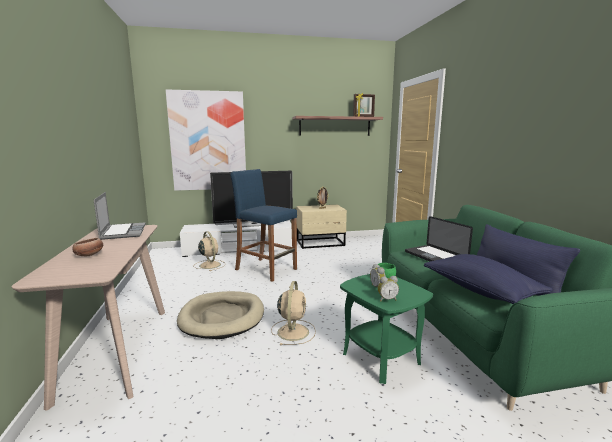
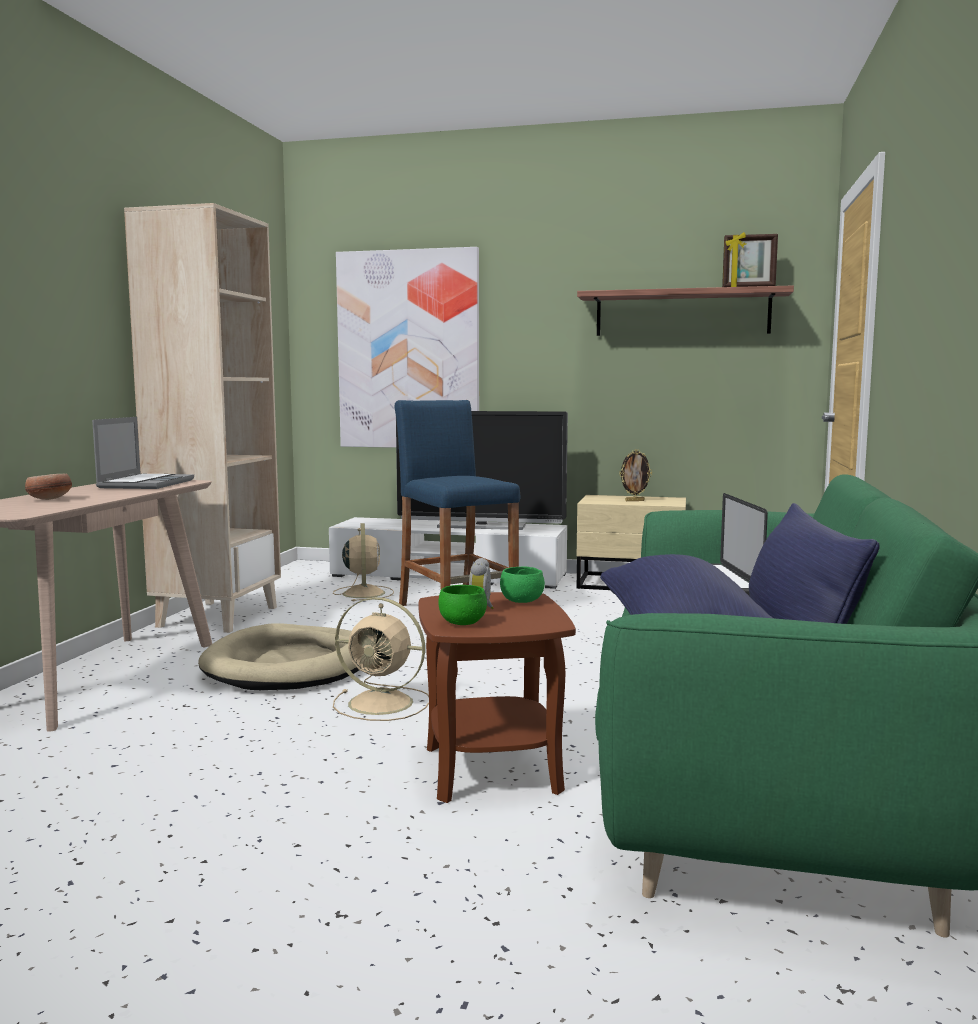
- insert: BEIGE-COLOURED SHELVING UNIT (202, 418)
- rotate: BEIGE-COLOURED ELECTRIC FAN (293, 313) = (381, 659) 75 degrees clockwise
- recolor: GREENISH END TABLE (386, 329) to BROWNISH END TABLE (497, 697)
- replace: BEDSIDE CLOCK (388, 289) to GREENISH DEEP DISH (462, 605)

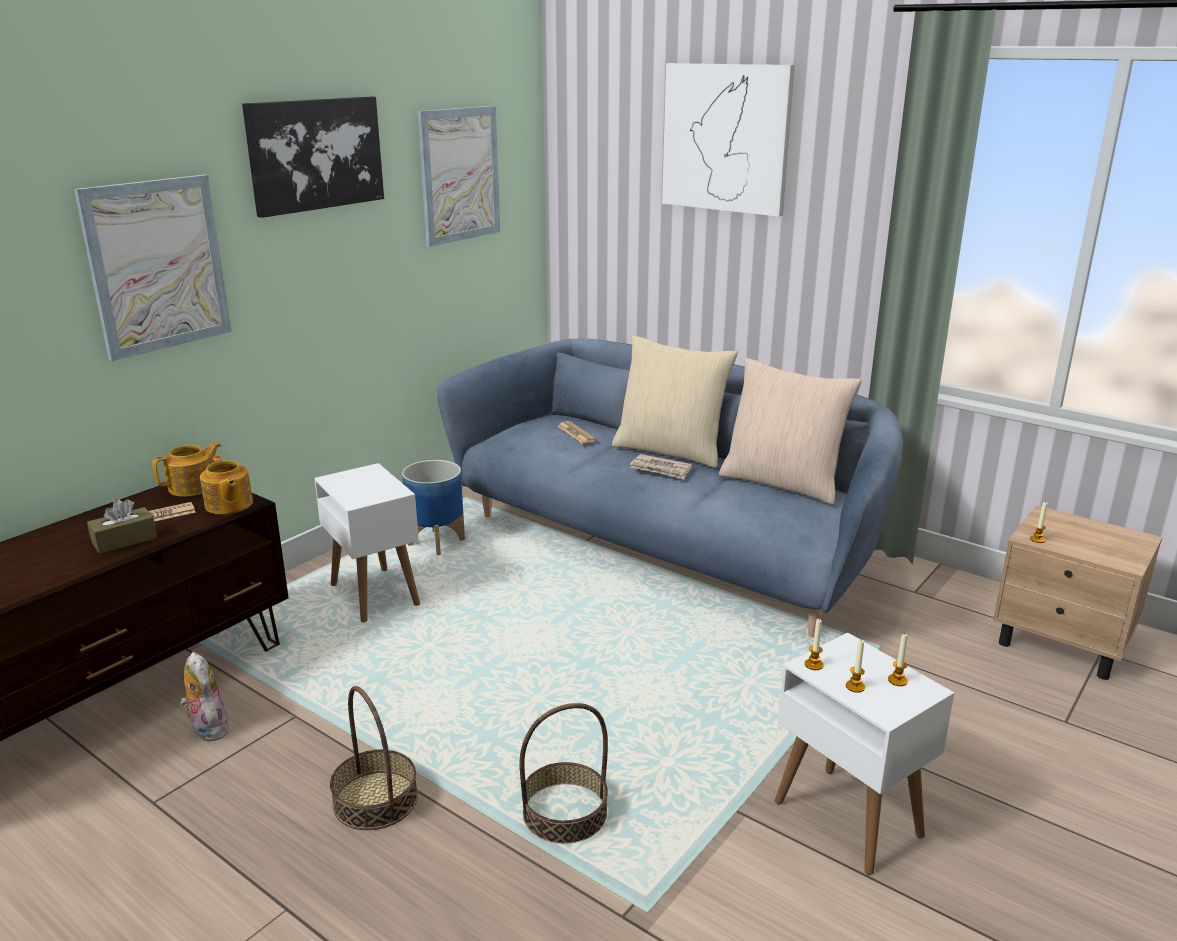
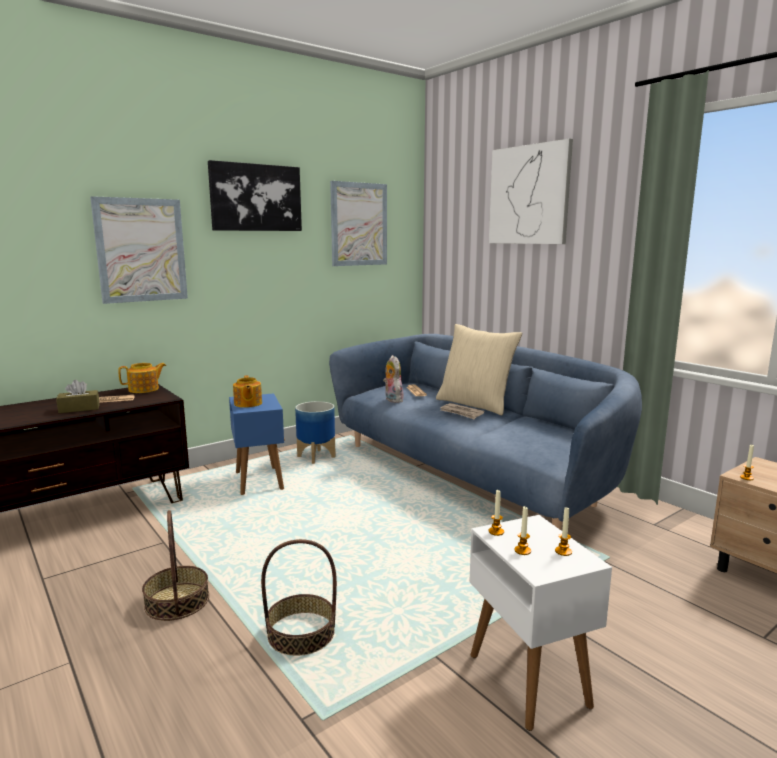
- recolor: WHITE END TABLE (367, 543) to BLUISH END TABLE (257, 444)
- move: TEAPOT (226, 485) to (247, 391)
- move: PLUSH TOY (204, 696) to (393, 379)
- delete: BEIGE-COLOURED THROW PILLOW (790, 431)

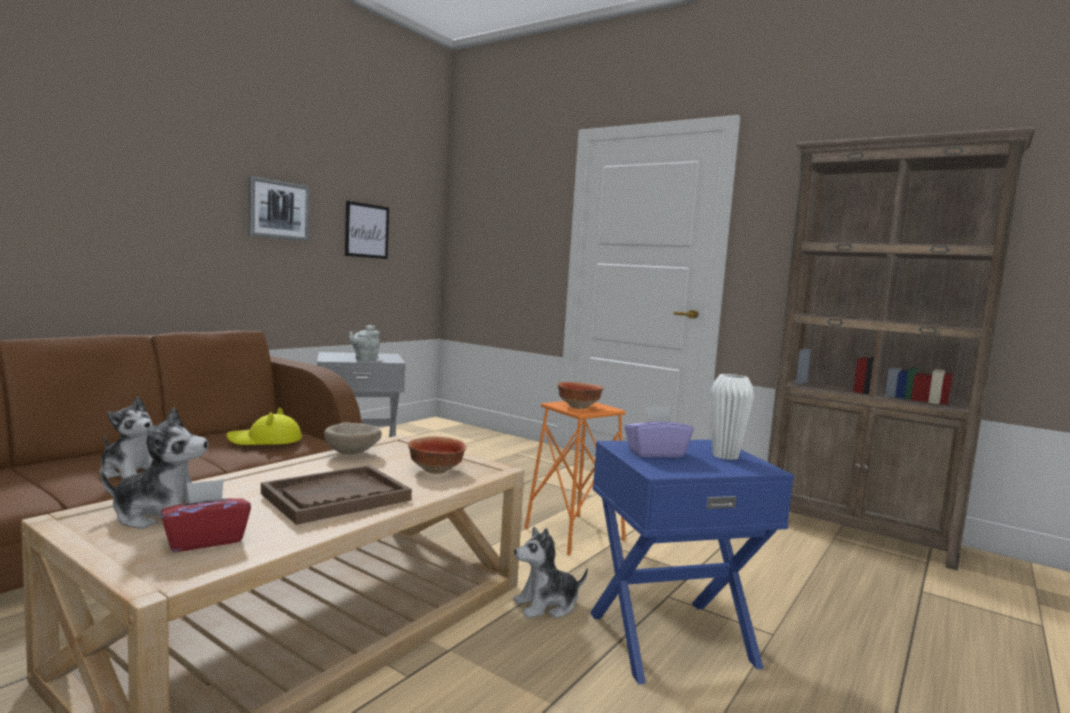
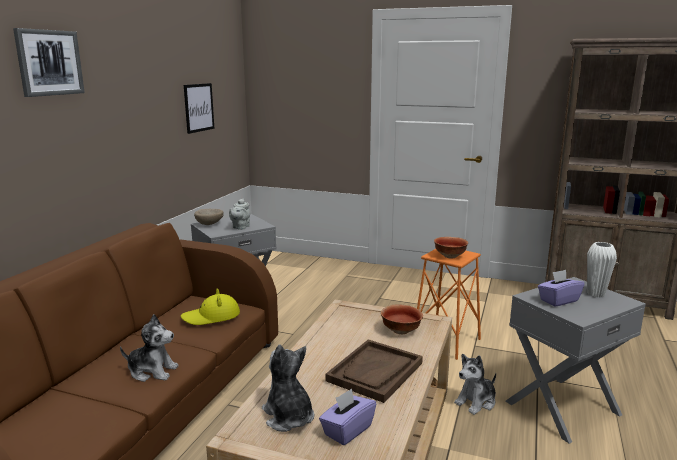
- move: WALL ART (279, 208) to (49, 62)
- move: BEIGE-COLOURED DEEP DISH (353, 438) to (209, 217)
- rotate: PLUSH TOY (155, 468) = (288, 388) 105 degrees counterclockwise
- recolor: REDDISH BOX OF TISSUES (206, 515) to PURPLE-COLOURED BOX OF TISSUES (347, 416)
- recolor: BLUISH END TABLE (692, 562) to GREYISH END TABLE (576, 360)

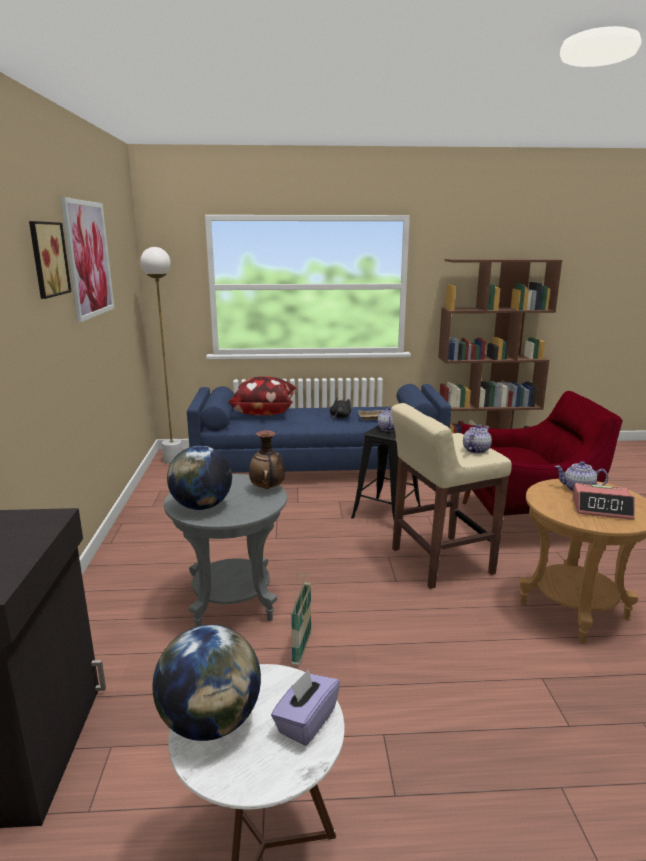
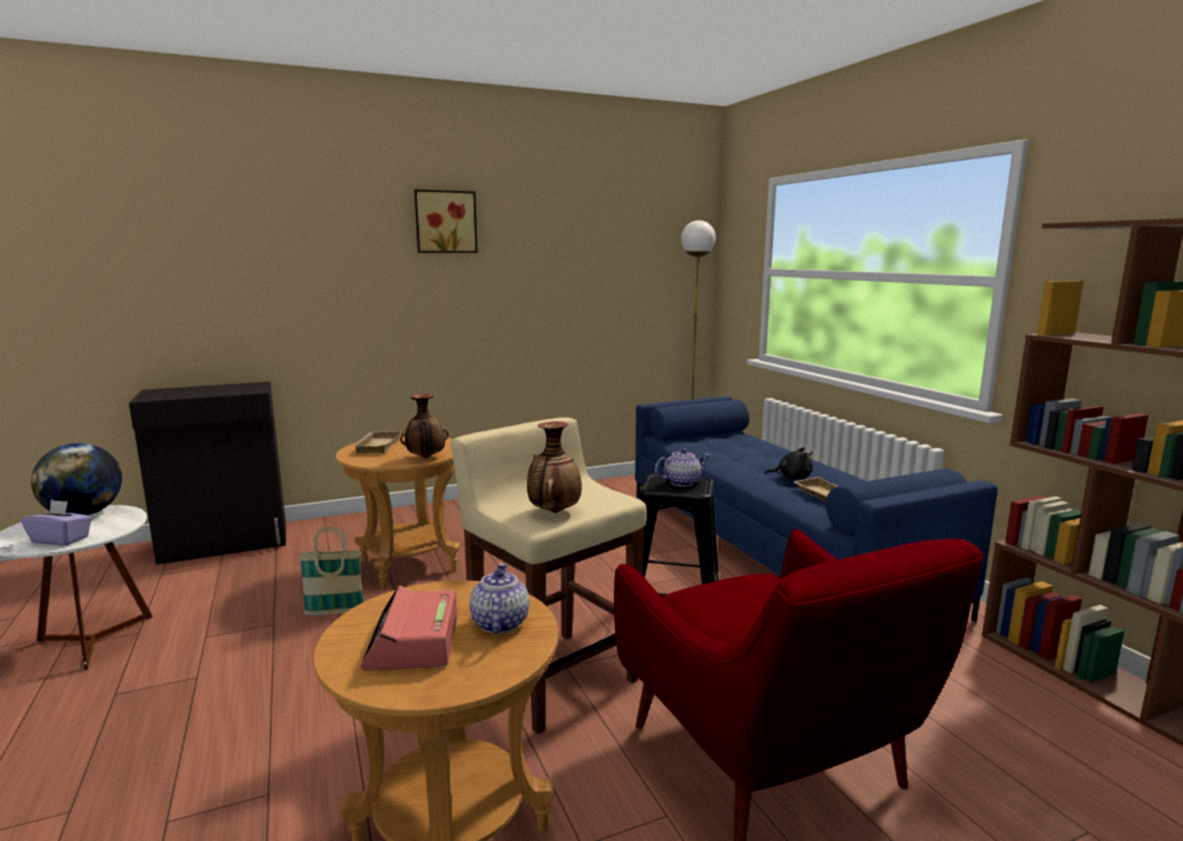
- recolor: GREYISH END TABLE (225, 550) to BROWNISH END TABLE (398, 512)
- replace: WORLD GLOBE (199, 478) to BEIGE-COLOURED CARRYING TRAY (377, 442)
- replace: TEAPOT (477, 439) to VASE (554, 467)
- delete: WALL ART (87, 259)
- delete: THROW PILLOW (262, 395)

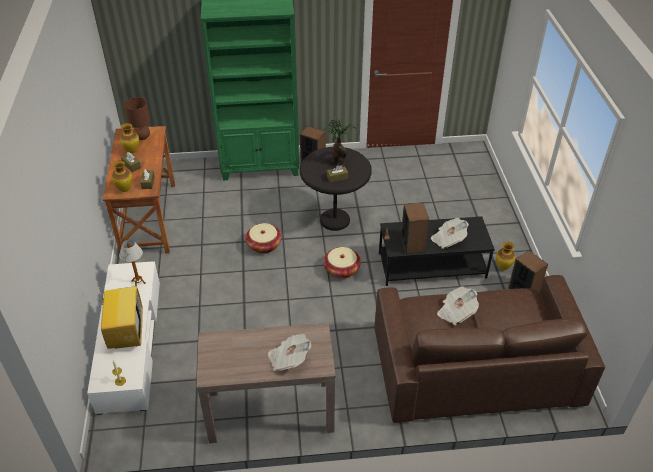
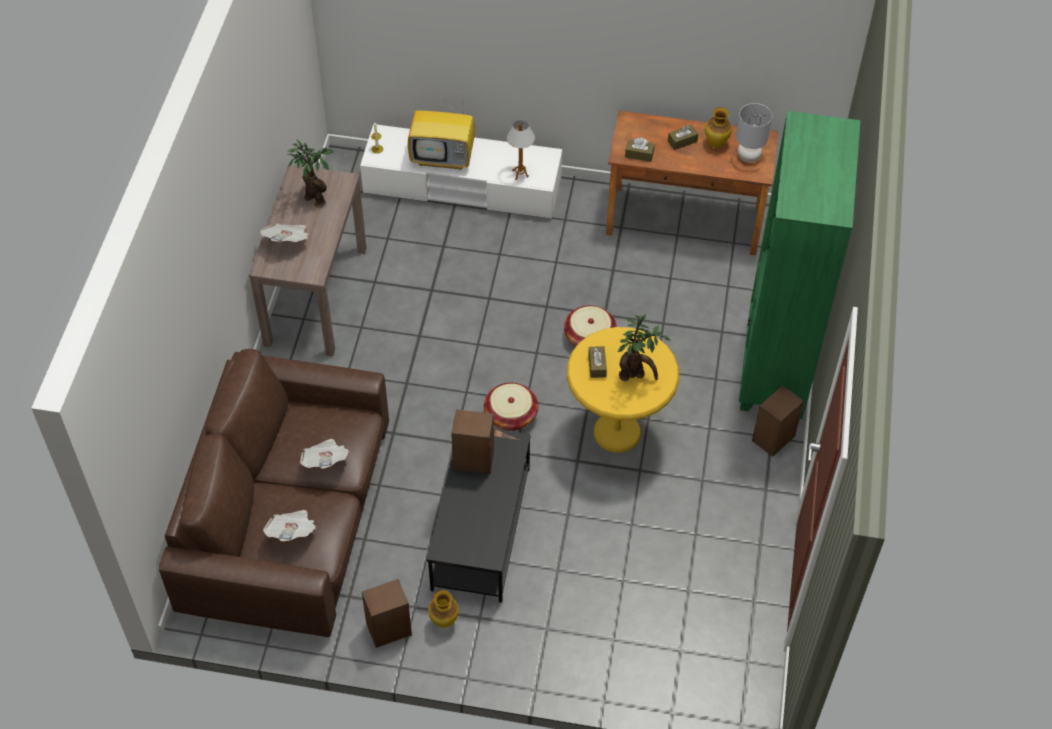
- move: PRINTED PAPER (450, 233) to (289, 525)
- insert: POTTED PLANT (310, 174)
- recolor: BLACKISH END TABLE (336, 189) to YELLOW-COLOURED END TABLE (623, 390)
- recolor: BROWNISH TABLE LAMP (137, 118) to GREYISH TABLE LAMP (754, 133)
- delete: VASE (122, 176)

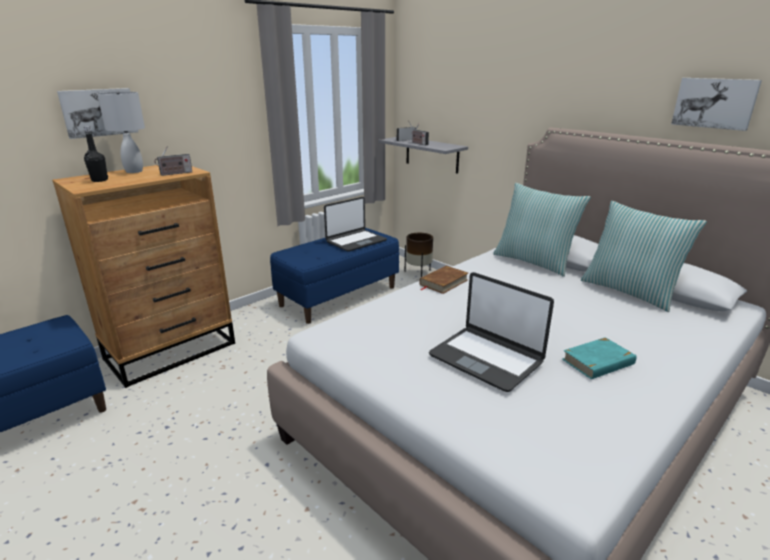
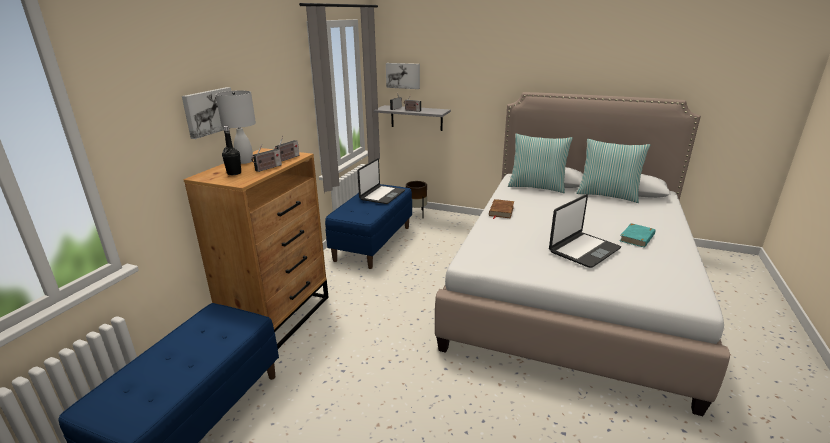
- insert: RADIO SET (266, 158)
- move: WALL ART (716, 104) to (403, 76)
- rotate: PORTABLE COMPUTER (491, 332) = (585, 231) 60 degrees counterclockwise

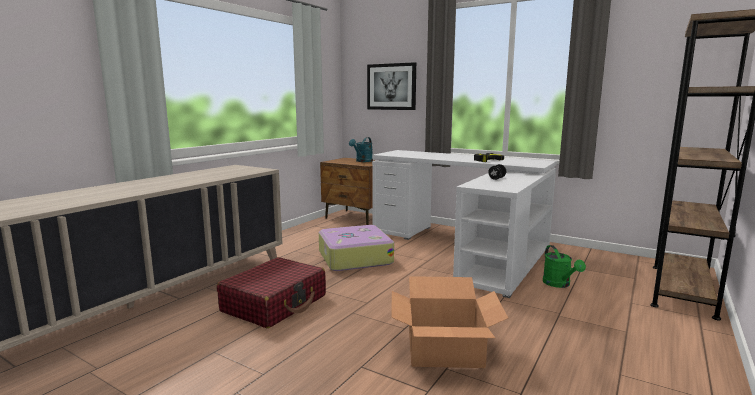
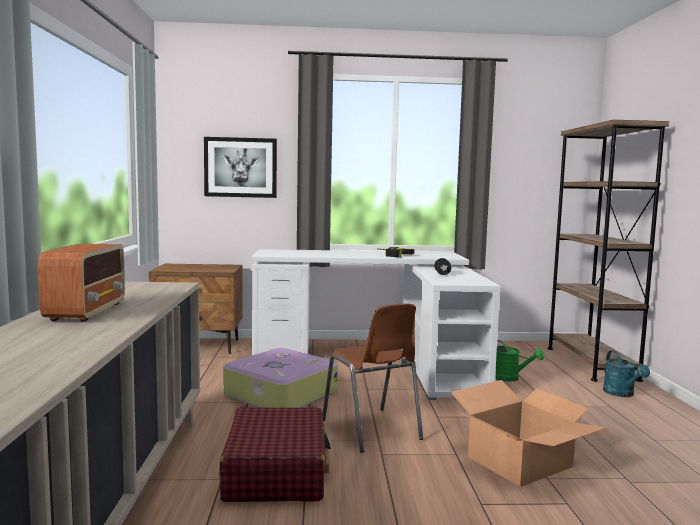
- insert: RADIO SET (81, 283)
- insert: BROWNISH UPRIGHT CHAIR (372, 378)
- move: BLUE-GREEN WATERING CAN (361, 149) to (626, 373)

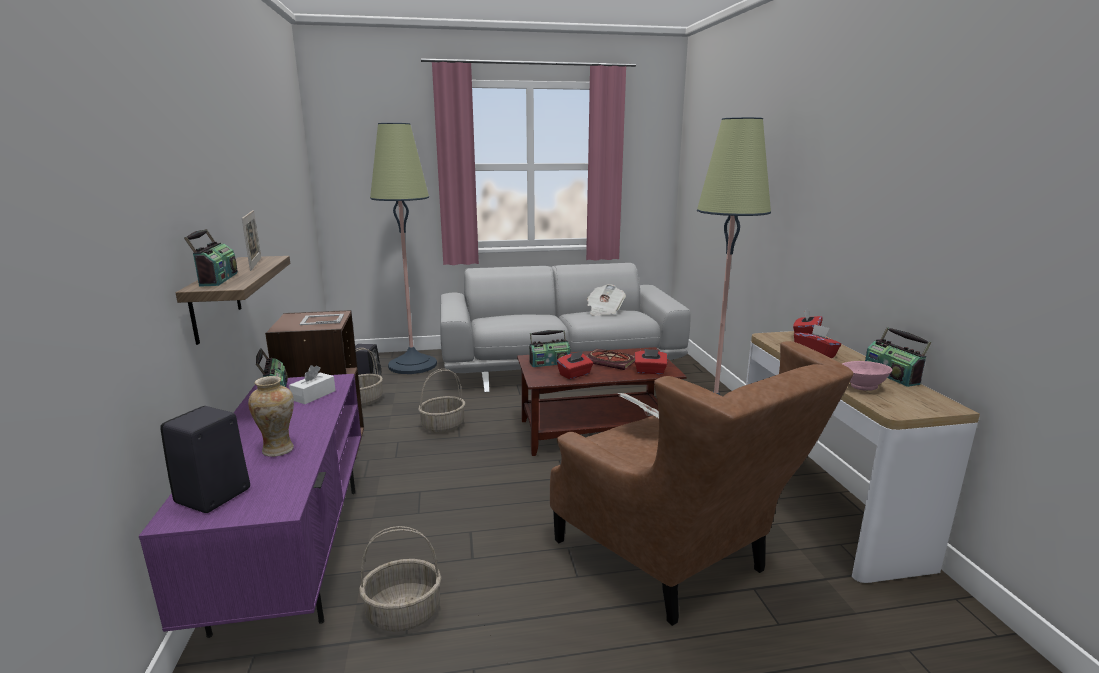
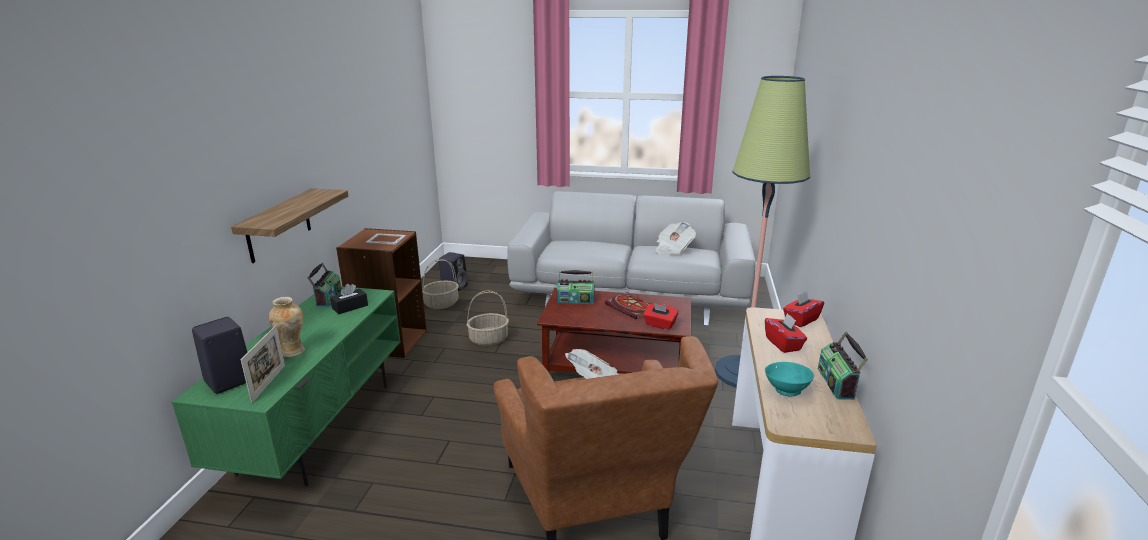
- recolor: PURPLE-COLOURED MEDIA CONSOLE (250, 506) to GREENISH MEDIA CONSOLE (286, 386)
- move: PHOTO FRAME (251, 240) to (263, 364)
- recolor: WHITE BOX OF TISSUES (312, 384) to BLACKISH BOX OF TISSUES (349, 299)
- recolor: PINKISH DEEP DISH (867, 376) to BLUE-GREEN DEEP DISH (789, 379)
- delete: RADIO SET (211, 258)
- delete: STORAGE BASKET (400, 579)
- delete: STANDARD LAMP (403, 248)
- delete: REDDISH BOX OF TISSUES (575, 365)

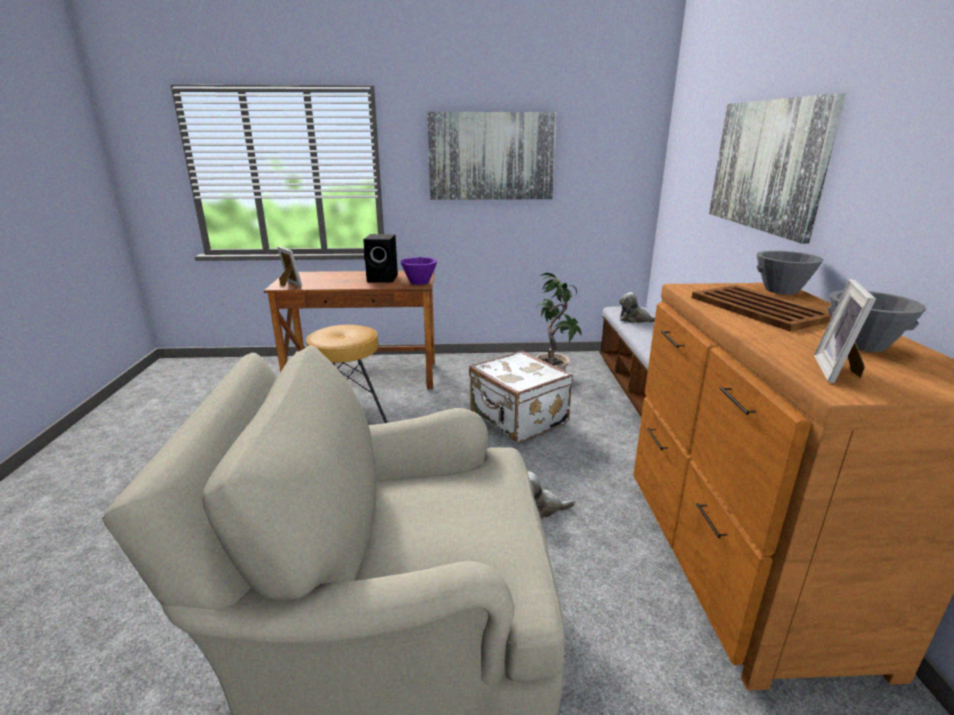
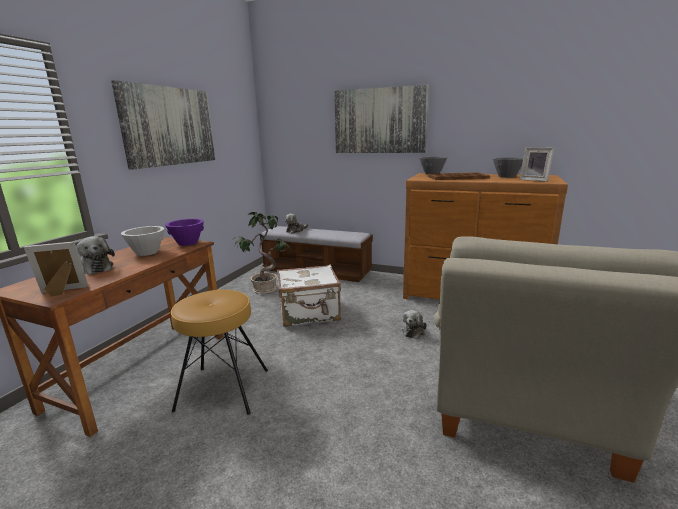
- insert: PLUSH TOY (95, 255)
- replace: BLACKISH AUDIO SPEAKER (380, 258) to WHITE DEEP DISH (142, 241)

